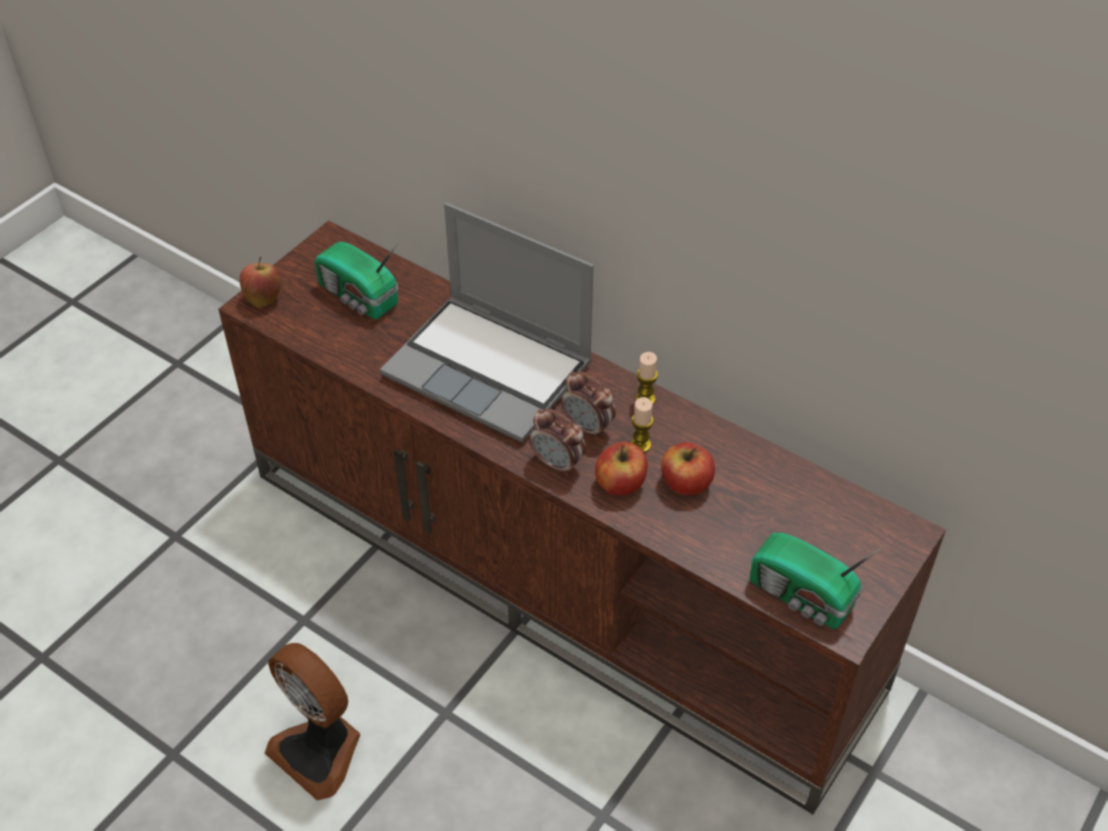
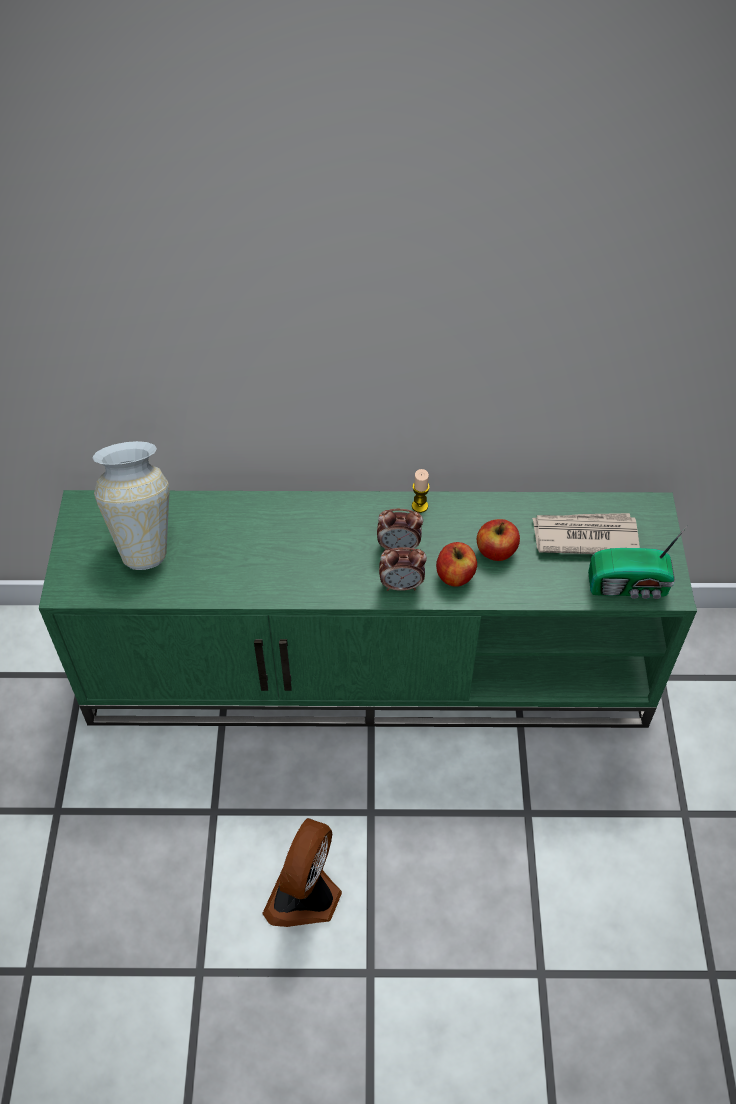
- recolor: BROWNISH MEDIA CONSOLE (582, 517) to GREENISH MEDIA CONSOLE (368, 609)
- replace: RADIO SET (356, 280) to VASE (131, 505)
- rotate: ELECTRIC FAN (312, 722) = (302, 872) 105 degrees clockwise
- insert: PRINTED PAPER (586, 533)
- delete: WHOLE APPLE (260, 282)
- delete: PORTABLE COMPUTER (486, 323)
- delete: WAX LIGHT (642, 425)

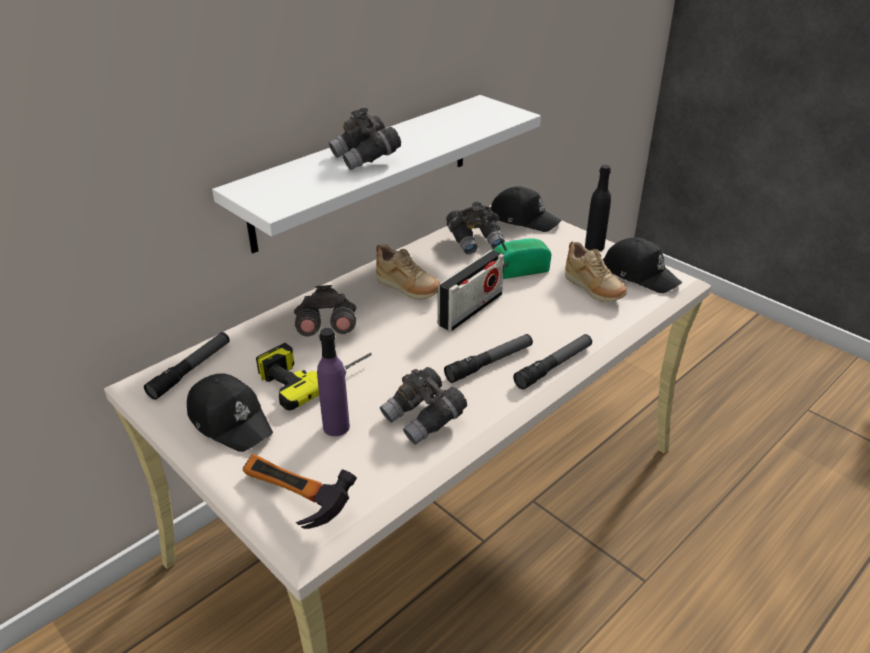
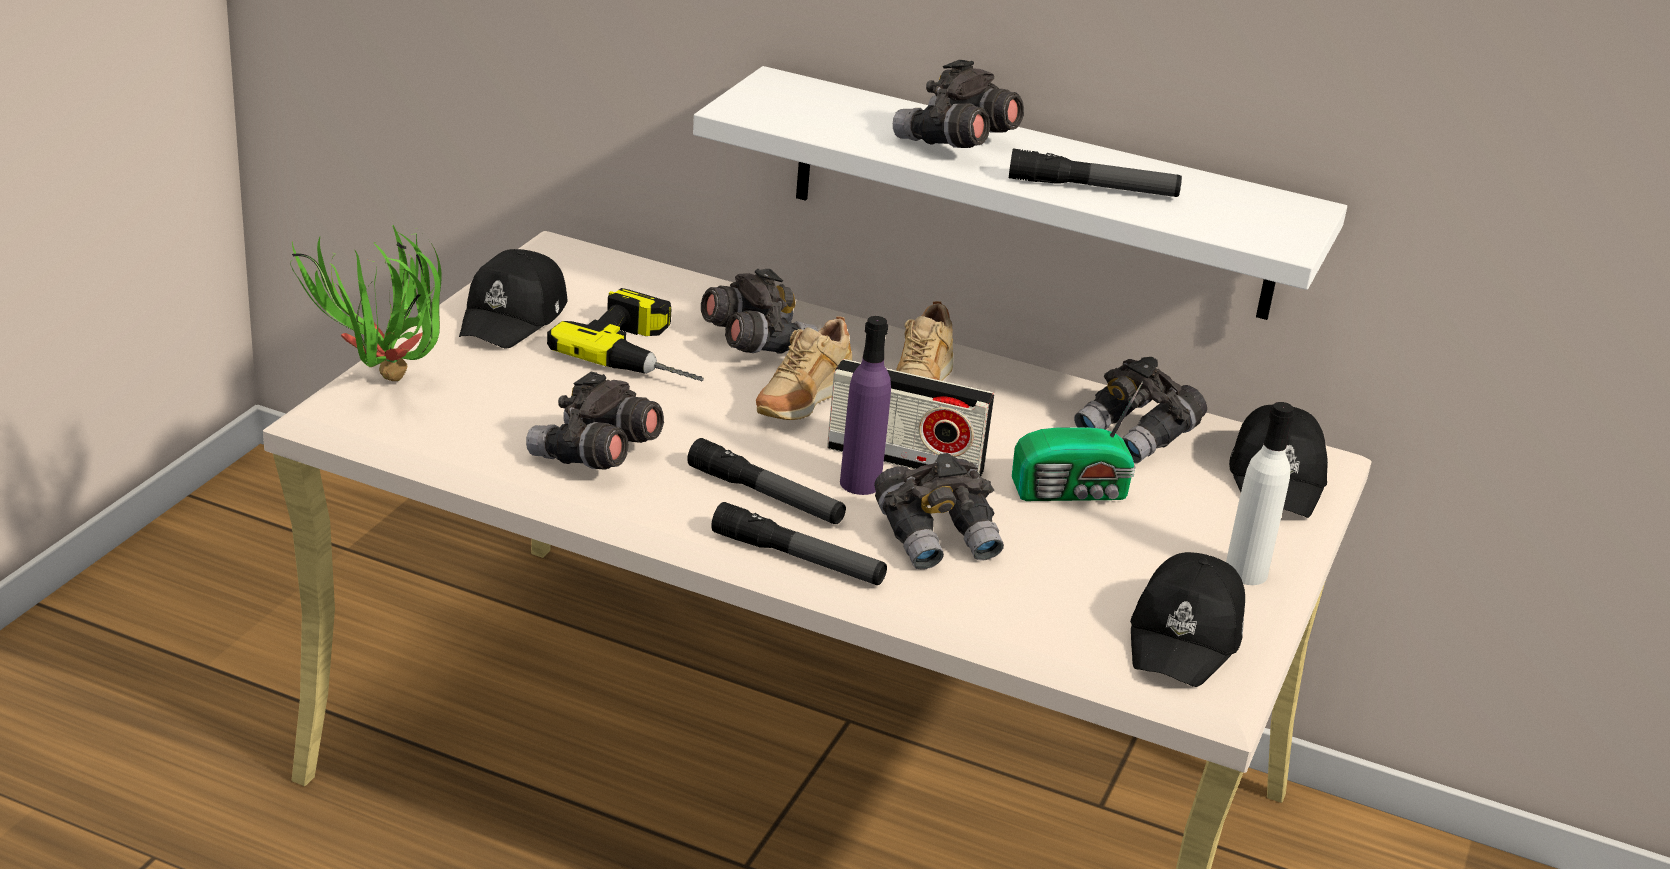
- replace: HAMMER (300, 491) to POTTED PLANT (366, 303)
- move: BEIGE-COLOURED ITEM OF FOOTWEAR (596, 271) to (804, 368)
- move: PURPLE-COLOURED BEVERAGE BOTTLE (333, 382) to (865, 405)
- insert: GREYISH BINOCULARS (939, 511)
- move: HAND TORCH (187, 366) to (1095, 172)
- rotate: RADIO SET (522, 255) = (1077, 441) 120 degrees clockwise
- recolor: BLACKISH BEVERAGE BOTTLE (598, 208) to WHITE BEVERAGE BOTTLE (1260, 493)

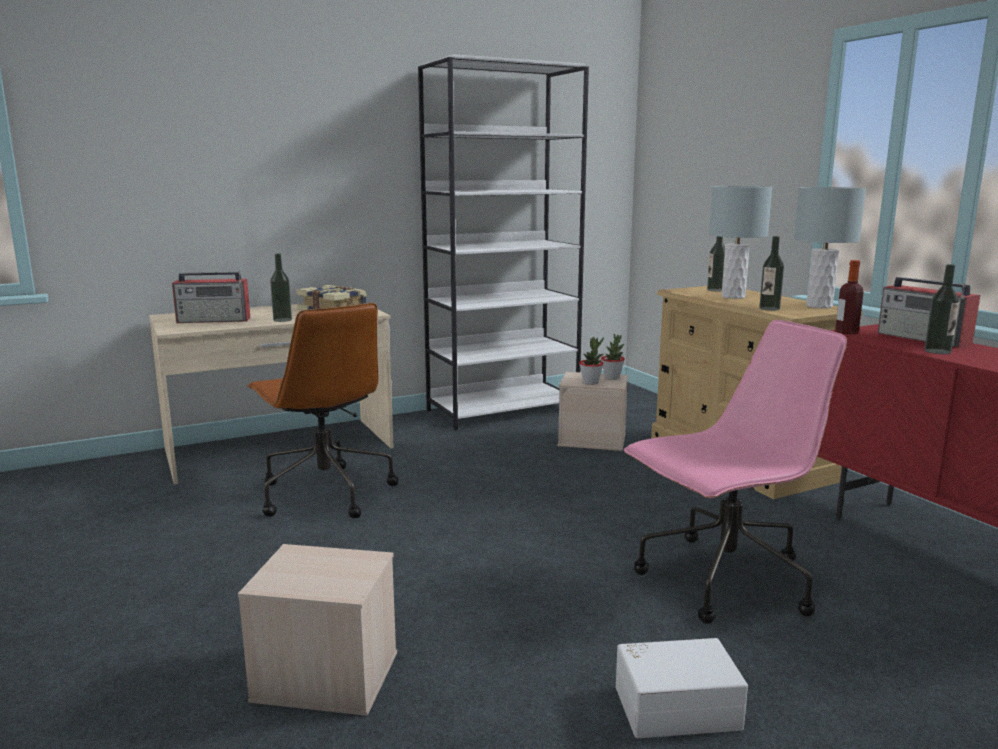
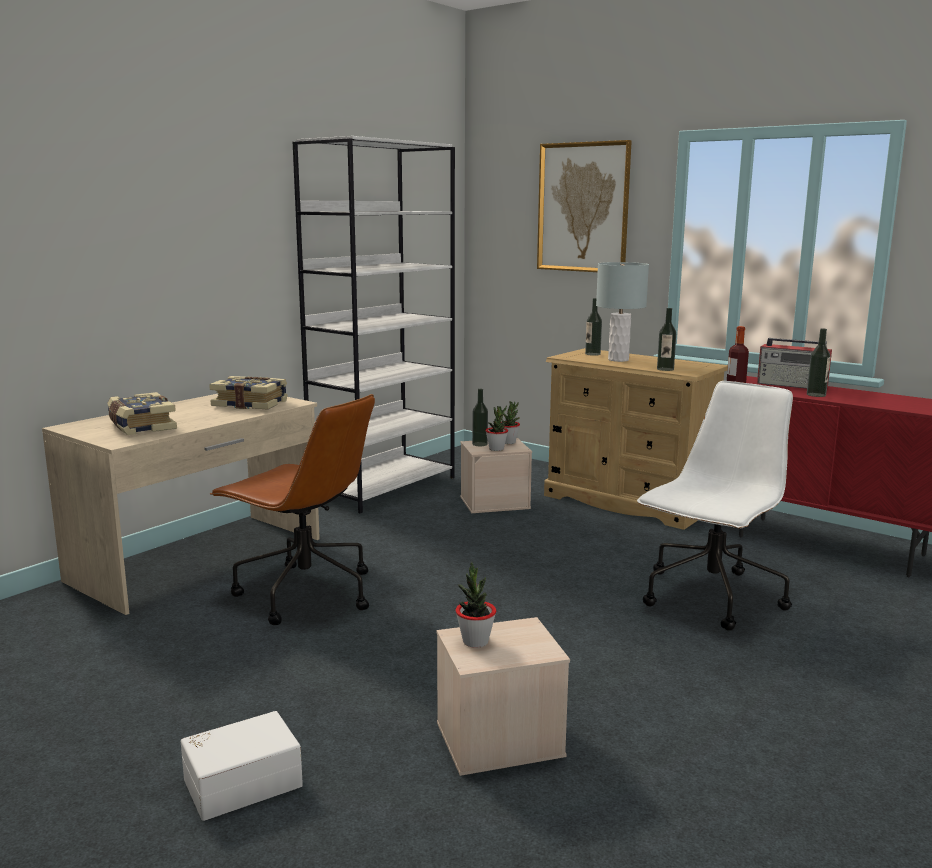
- replace: RADIO SET (211, 296) to BOOK (142, 413)
- move: WHITE STORAGE CONTAINER (682, 688) to (242, 766)
- insert: POTTED PLANT (476, 604)
- move: BEVERAGE BOTTLE (281, 287) to (480, 417)
- insert: WALL ART (584, 206)
- recolor: PINKISH OFFICE CHAIR (735, 472) to WHITE OFFICE CHAIR (715, 506)
- delete: GREYISH TABLE LAMP (830, 247)

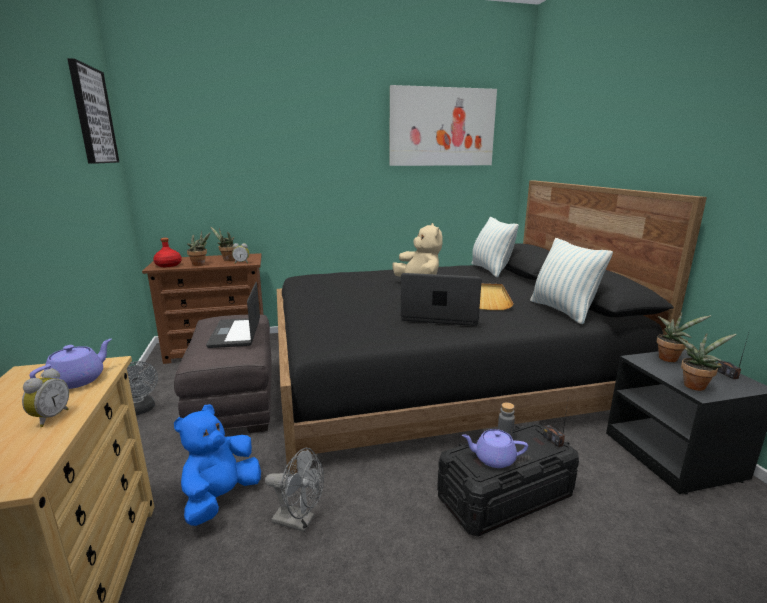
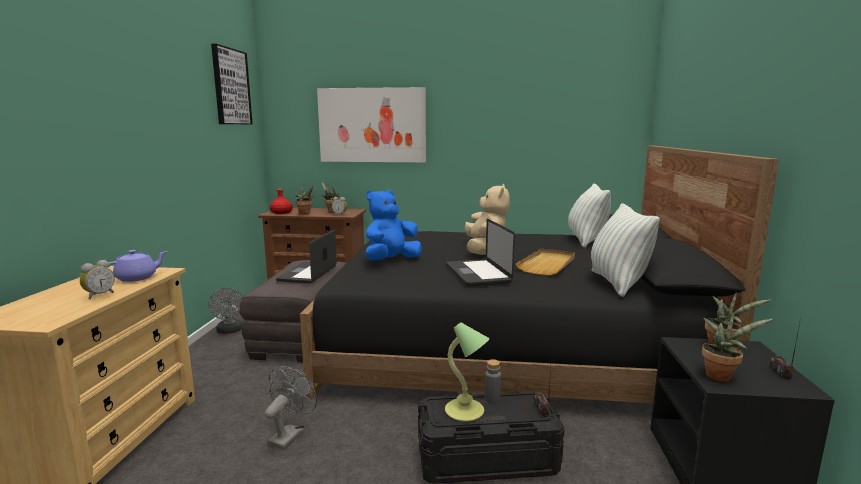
- rotate: GREYISH ELECTRIC FAN (294, 490) = (291, 407) 105 degrees counterclockwise
- move: WALL ART (443, 125) to (371, 124)
- move: BLUISH PLUSH TOY (217, 465) to (393, 225)
- replace: PURPLE-COLOURED TEAPOT (495, 448) to TABLE LAMP (467, 372)
- rotate: PORTABLE COMPUTER (441, 299) = (480, 252) 135 degrees counterclockwise

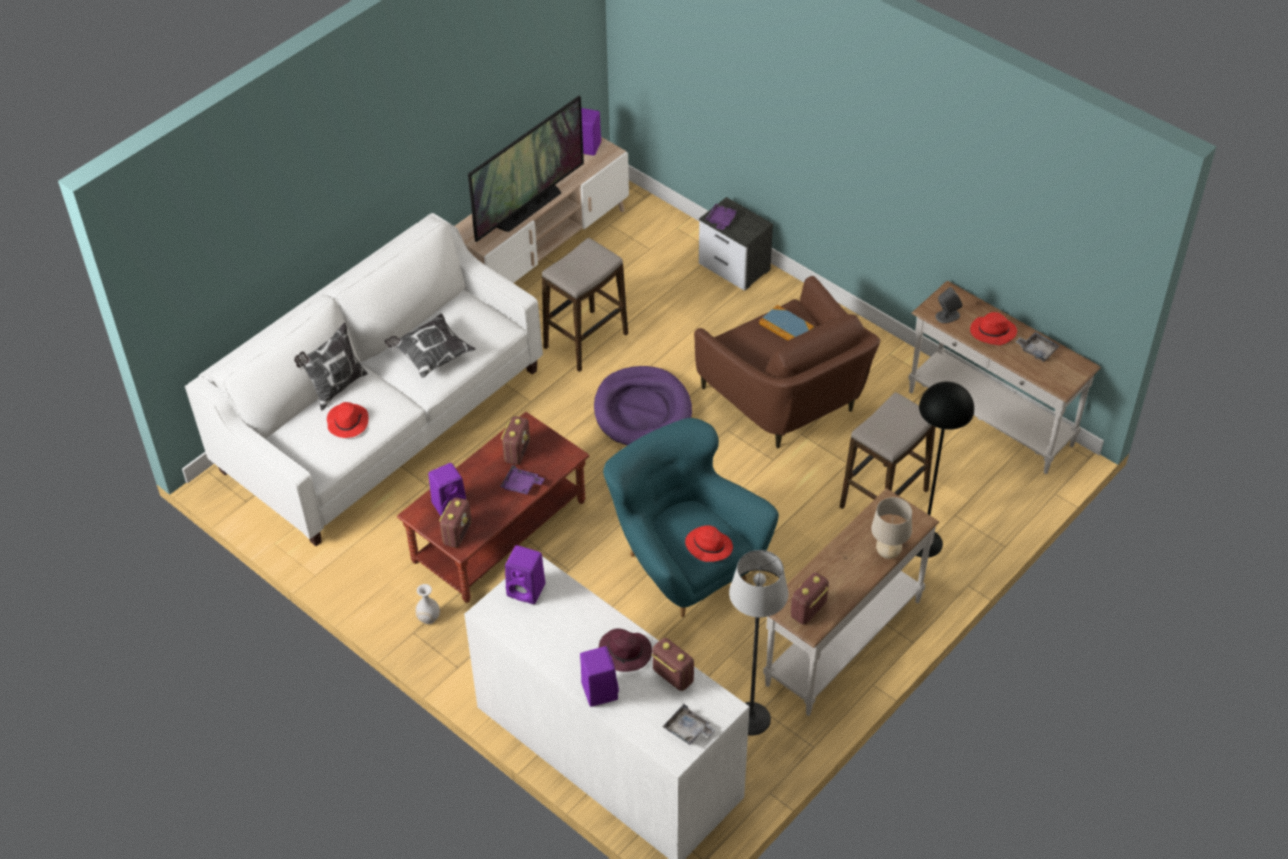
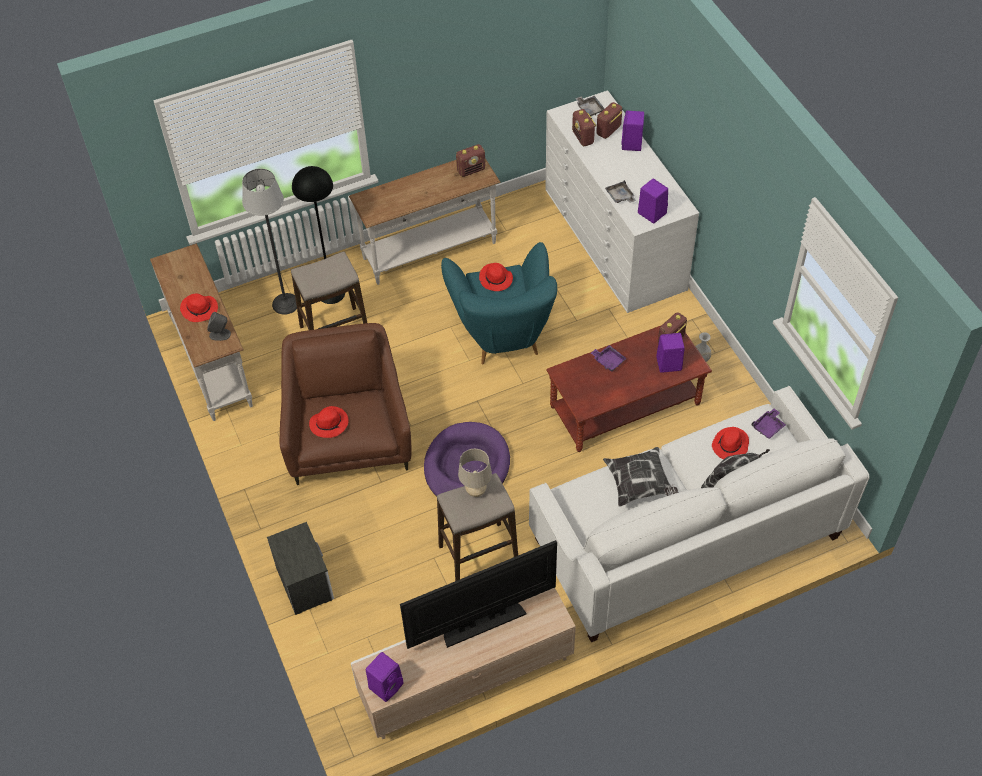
- move: STANDARD LAMP (758, 643) to (269, 242)
- replace: BOOK (786, 323) to REDDISH CLOTHING HAT (329, 422)
- move: BEIGE-COLOURED TABLE LAMP (891, 528) to (475, 473)
- move: RADIO SET (515, 440) to (609, 120)
- move: GREYISH CARRYING TRAY (1037, 347) to (620, 191)
- move: PURPLE-COLOURED CARRYING TRAY (722, 217) to (769, 423)
- delete: PURPLE-COLOURED CLOTHING HAT (625, 650)

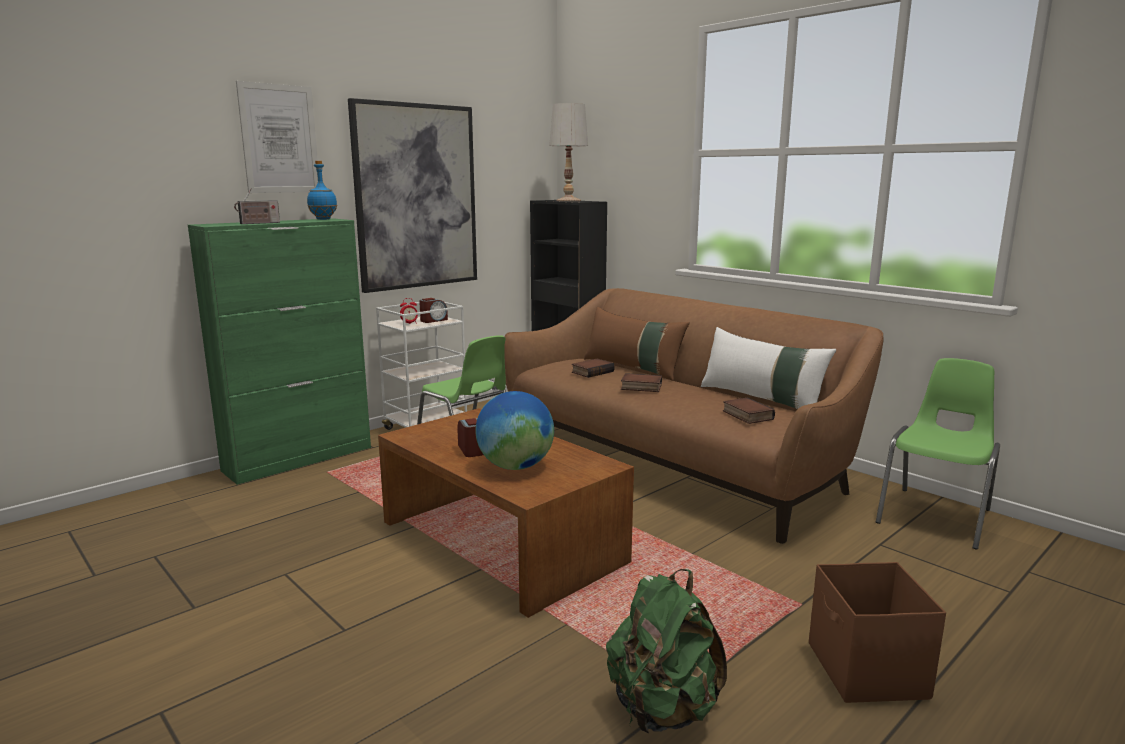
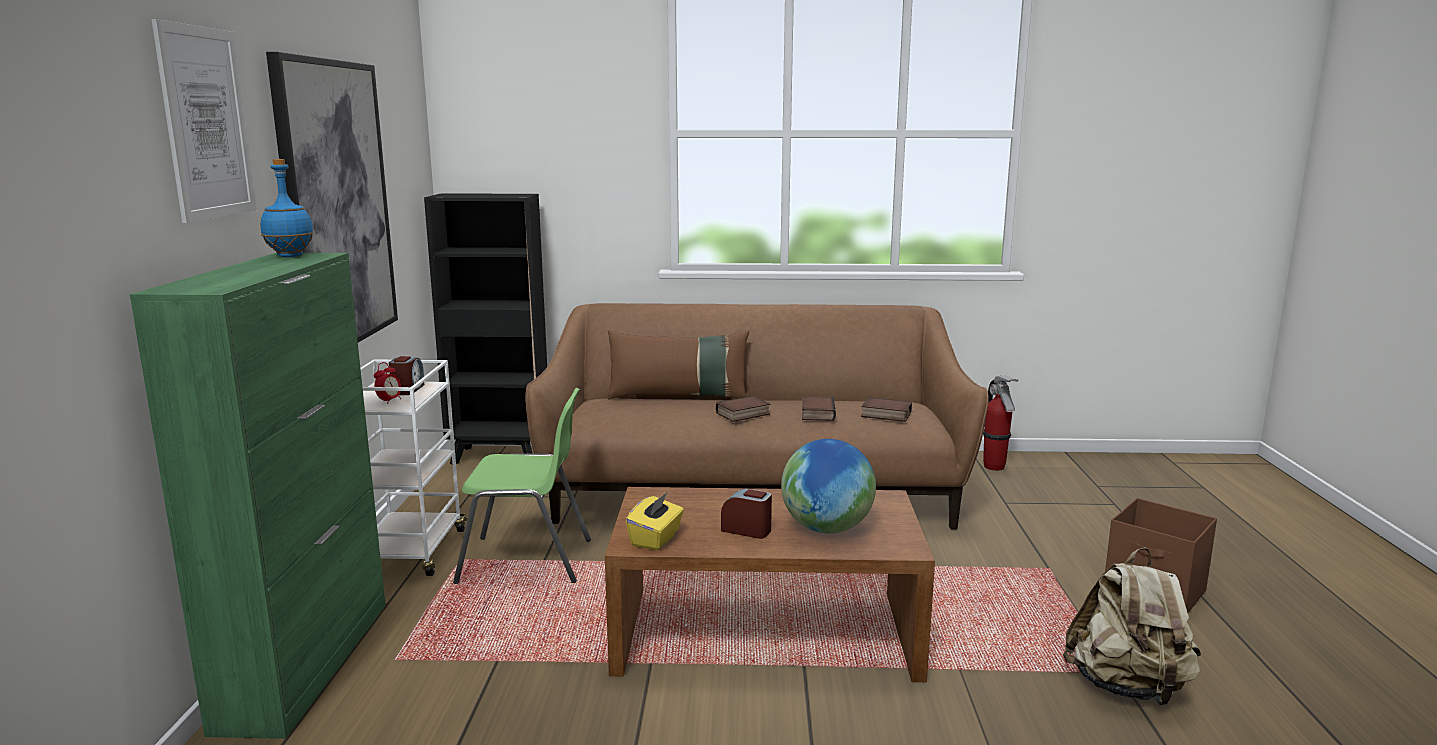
- insert: YELLOW-COLOURED BOX OF TISSUES (655, 521)
- move: BOOK (593, 368) to (819, 408)
- replace: GREENISH UPRIGHT CHAIR (938, 454) to EXTINGUISHER (1000, 423)
- recolor: GREENISH RUCKSACK (666, 651) to BEIGE-COLOURED RUCKSACK (1132, 626)
- delete: RADIO SET (257, 206)
- delete: WHITE TABLE LAMP (568, 152)
- delete: WHITE THROW PILLOW (768, 368)

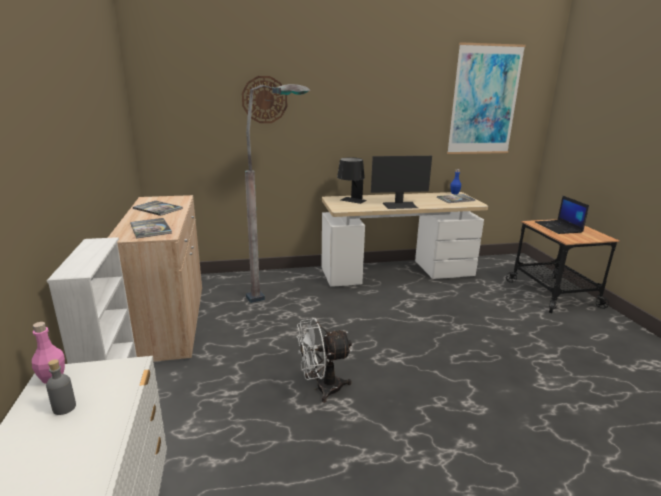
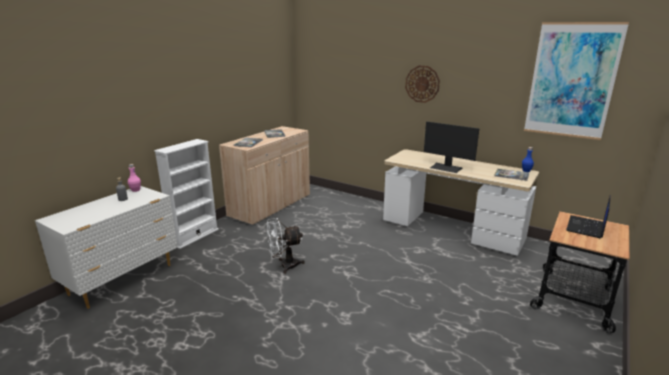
- rotate: WHITE ELECTRIC FAN (324, 360) = (286, 246) 45 degrees counterclockwise
- move: WALL CLOCK (264, 99) to (422, 84)
- delete: GREYISH STANDARD LAMP (278, 193)
- delete: BLACKISH TABLE LAMP (352, 180)

